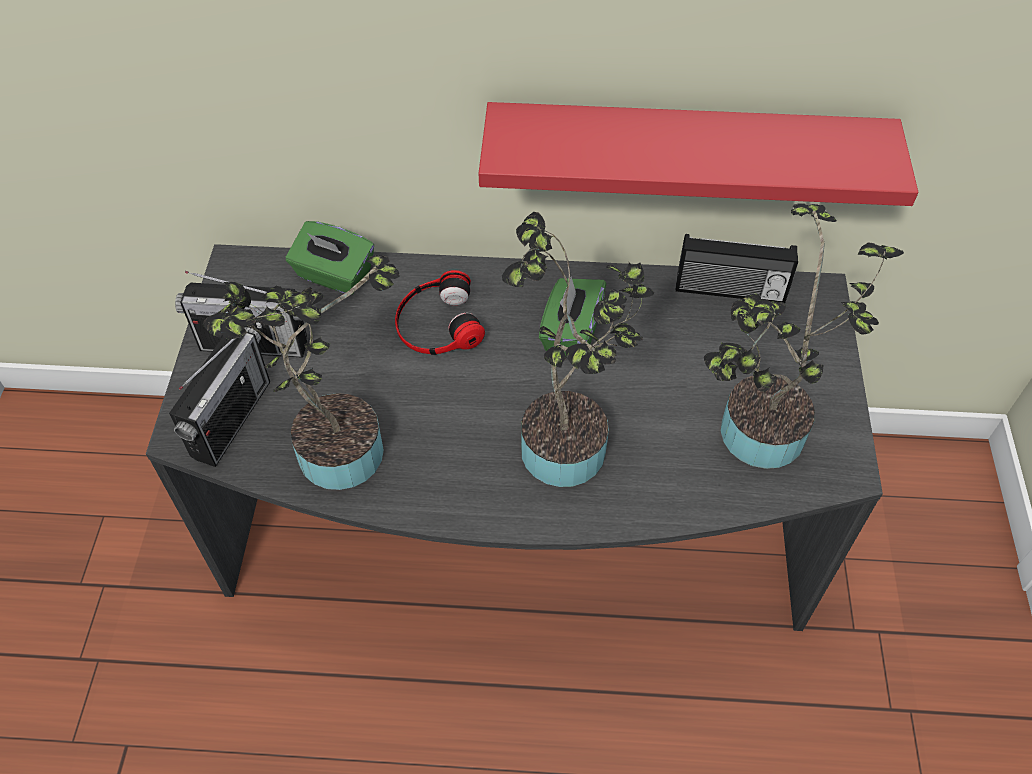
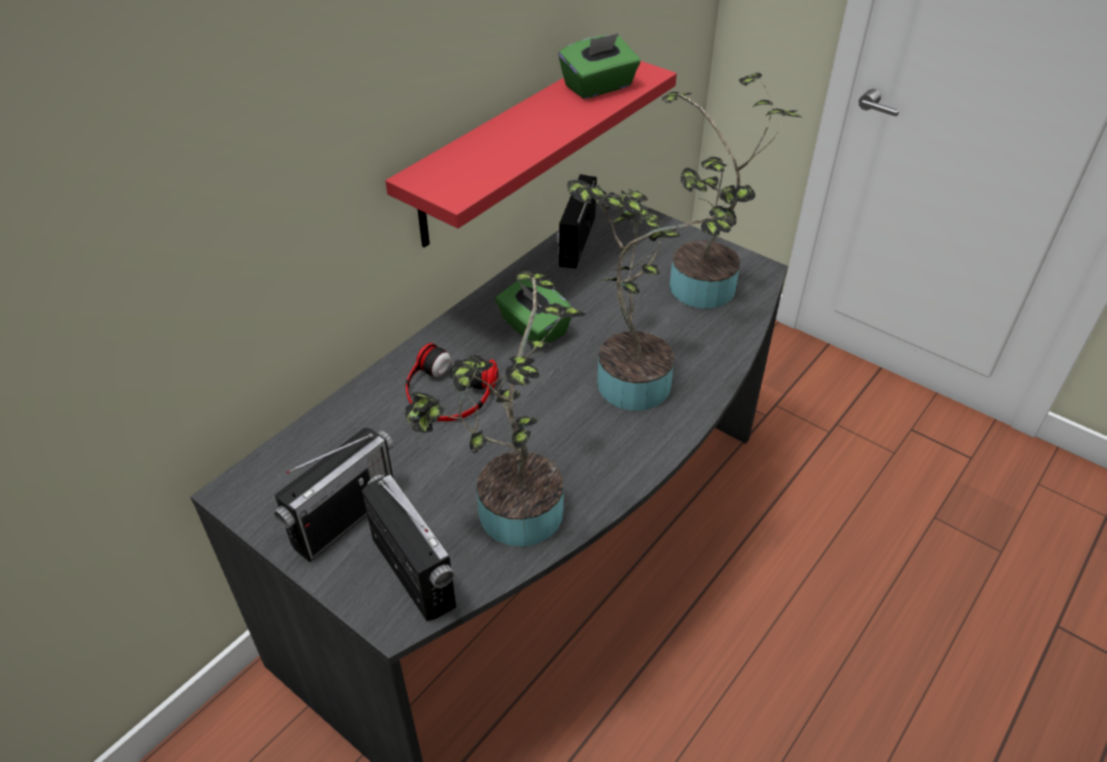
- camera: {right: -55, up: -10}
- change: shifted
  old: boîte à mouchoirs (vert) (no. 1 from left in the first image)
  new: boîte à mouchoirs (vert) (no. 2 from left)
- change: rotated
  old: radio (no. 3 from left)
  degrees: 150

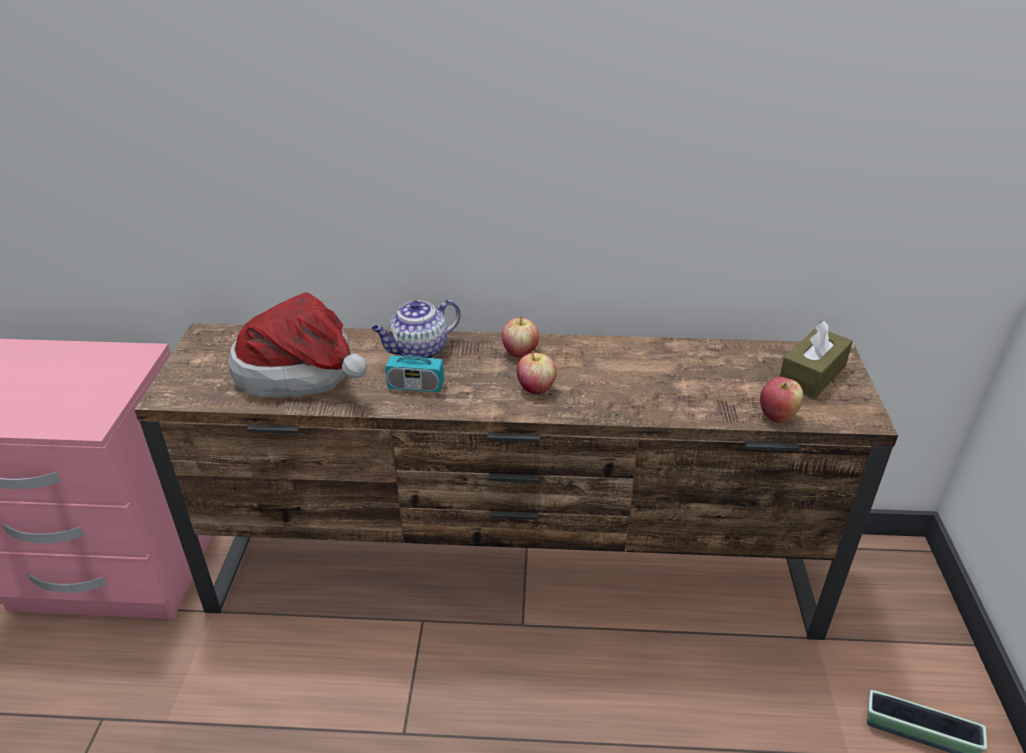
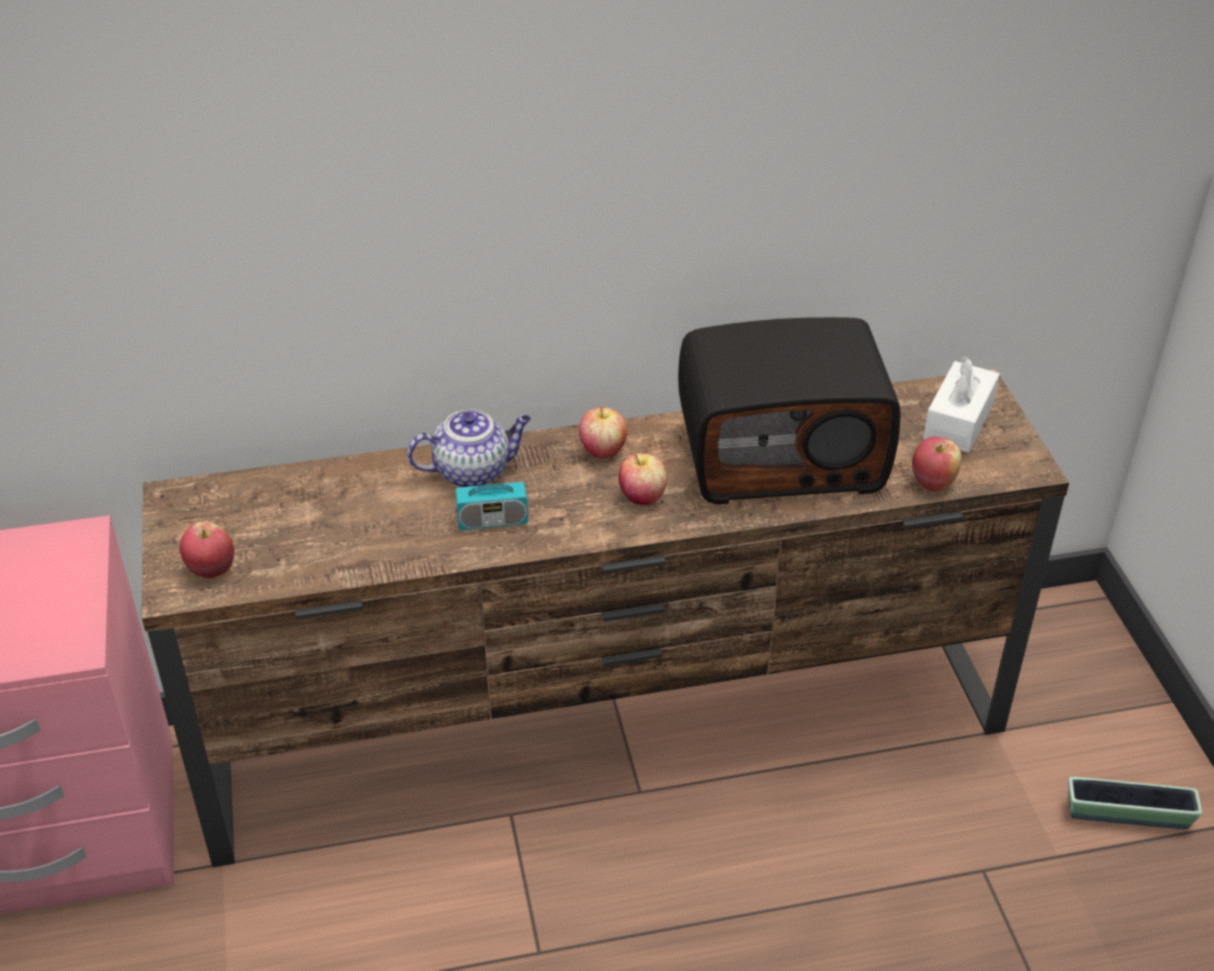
- camera: {right: -15, up: 5}
- change: gone
  old: chapeau
- change: rotated
  old: théière
  degrees: -150
- change: repainted
  old: boîte à mouchoirs (marron)
  new: boîte à mouchoirs (blanc)
- change: new
  new: radio (no. 2 from left)
- change: new
  new: pomme (no. 1 from left)

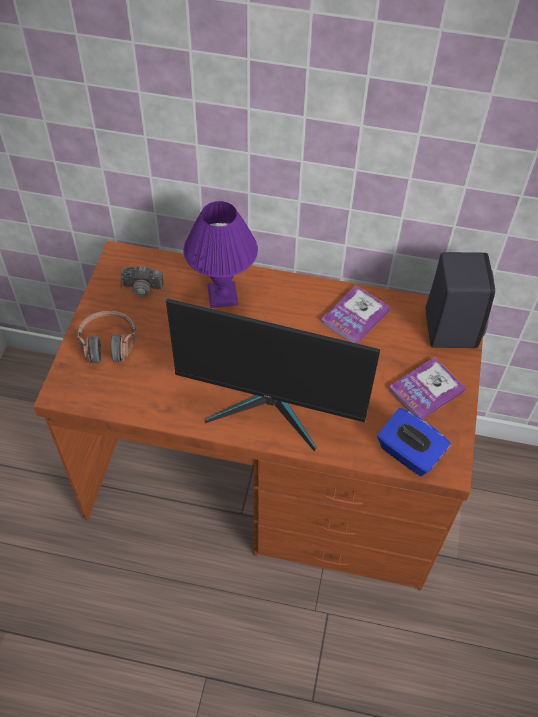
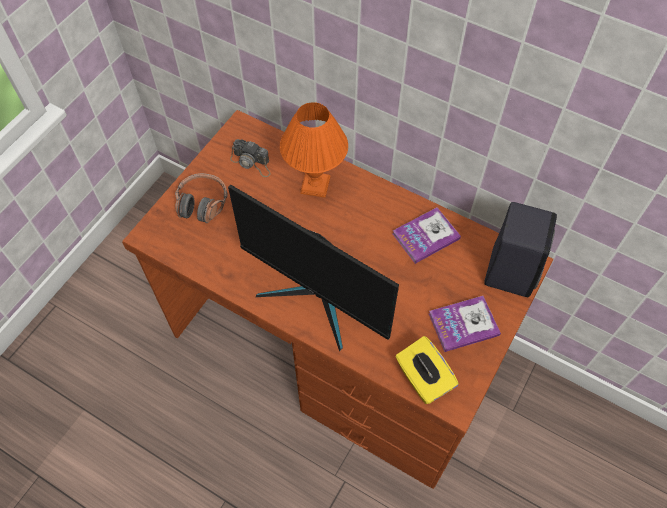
- camera: {right: 20, up: 5}
- change: repainted
  old: lampe de table (violet)
  new: lampe de table (orange)
- change: repainted
  old: boîte à mouchoirs (bleu)
  new: boîte à mouchoirs (jaune)

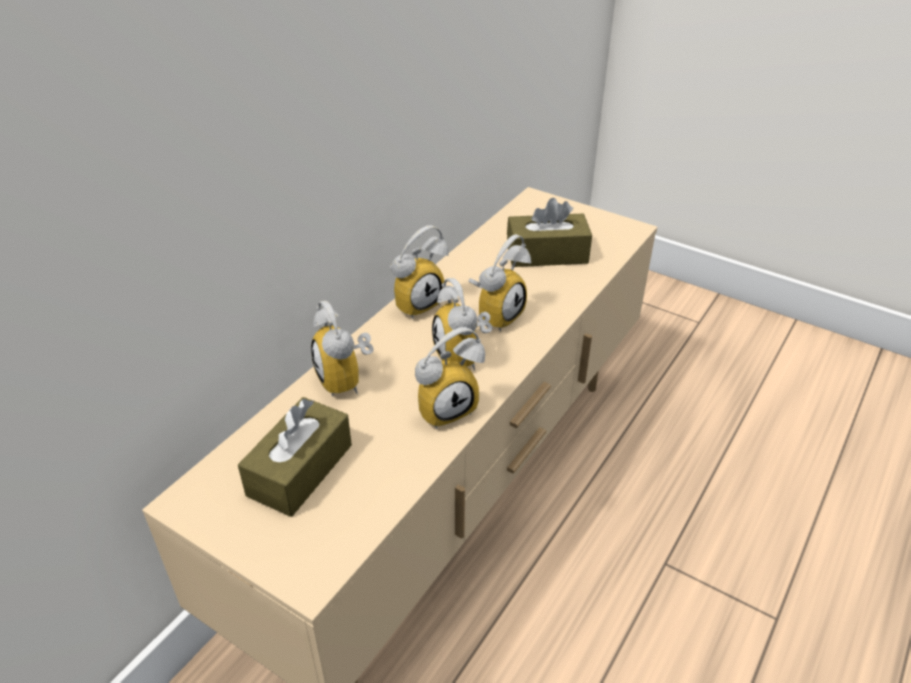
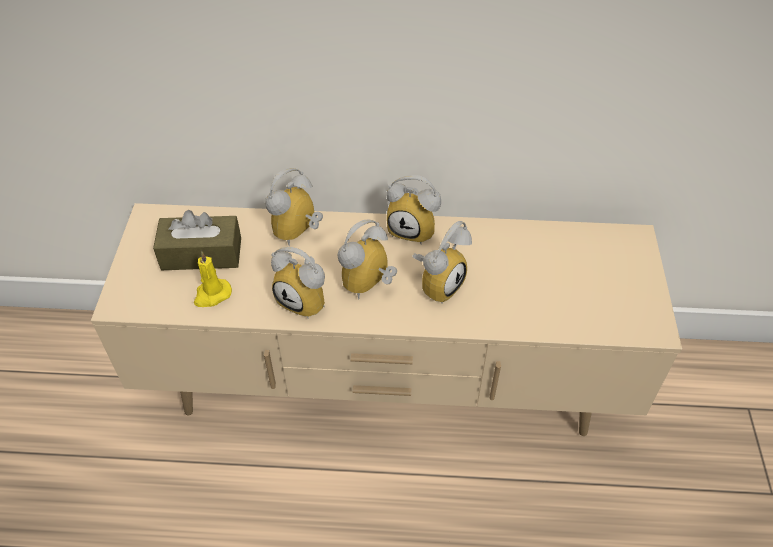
- camera: {right: 60, up: 10}
- change: gone
  old: boîte à mouchoirs (marron) (no. 2 from left)
- change: rotated
  old: réveil (no. 5 from left)
  degrees: -60
- change: new
  new: bougie (jaune)

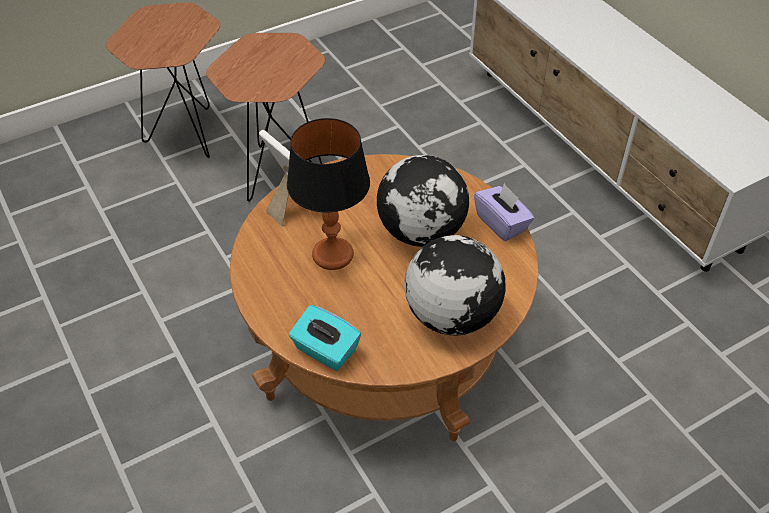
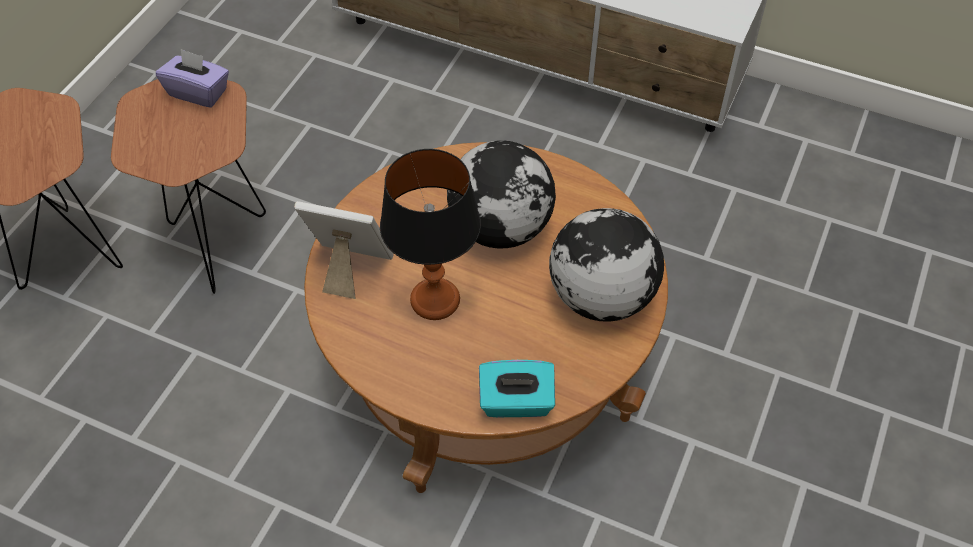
- camera: {right: -35, up: 5}
- change: shifted
  old: boîte à mouchoirs (violet)

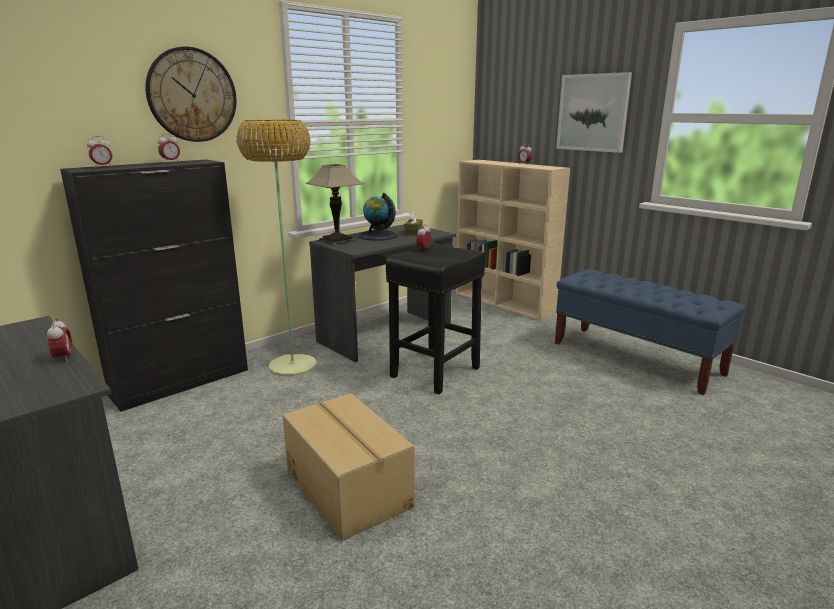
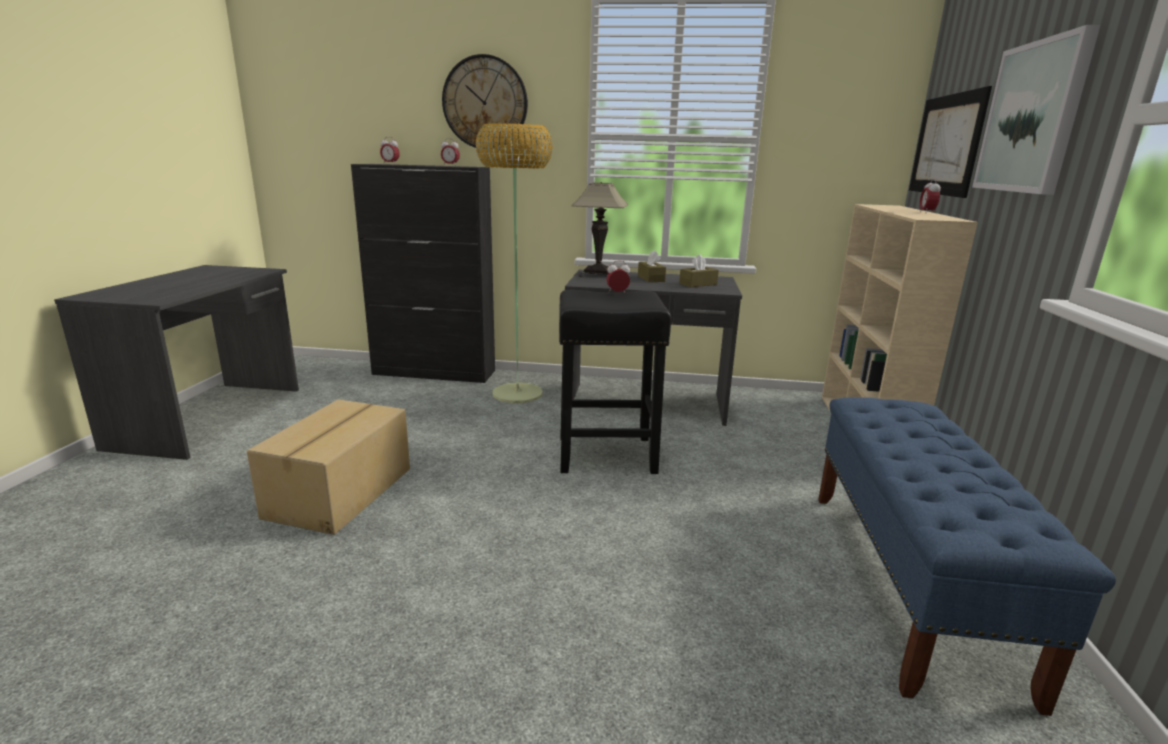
- camera: {right: 50, up: 0}
- change: swapped
  old: globe
  new: boîte à mouchoirs (marron) (no. 1 from left)
- change: gone
  old: réveil (no. 1 from left)
- change: new
  new: tableau (no. 1 from left)

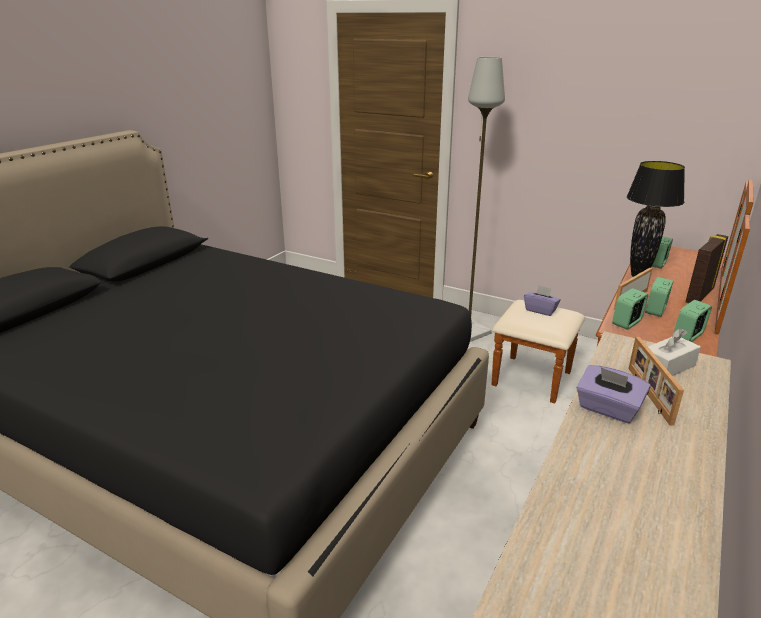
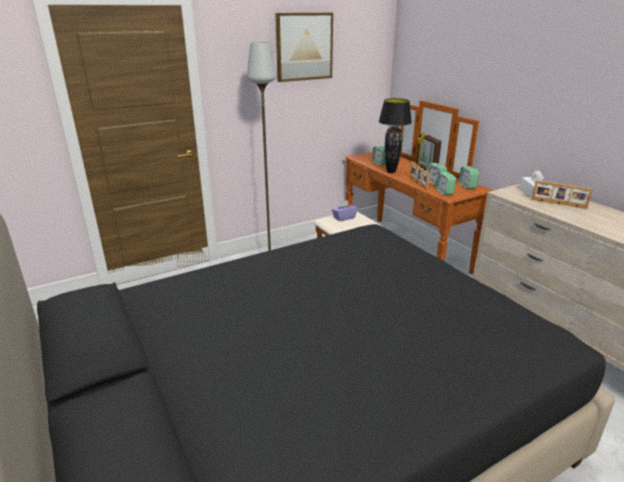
- camera: {right: -60, up: 0}
- change: gone
  old: boîte à mouchoirs (violet) (no. 2 from left)
- change: new
  new: tableau

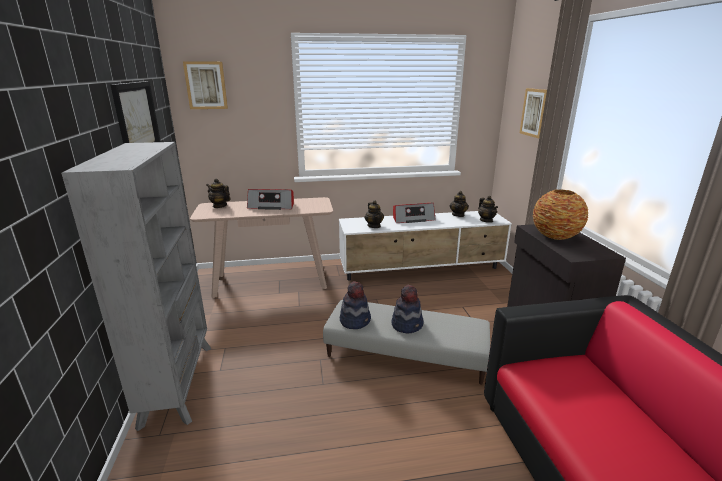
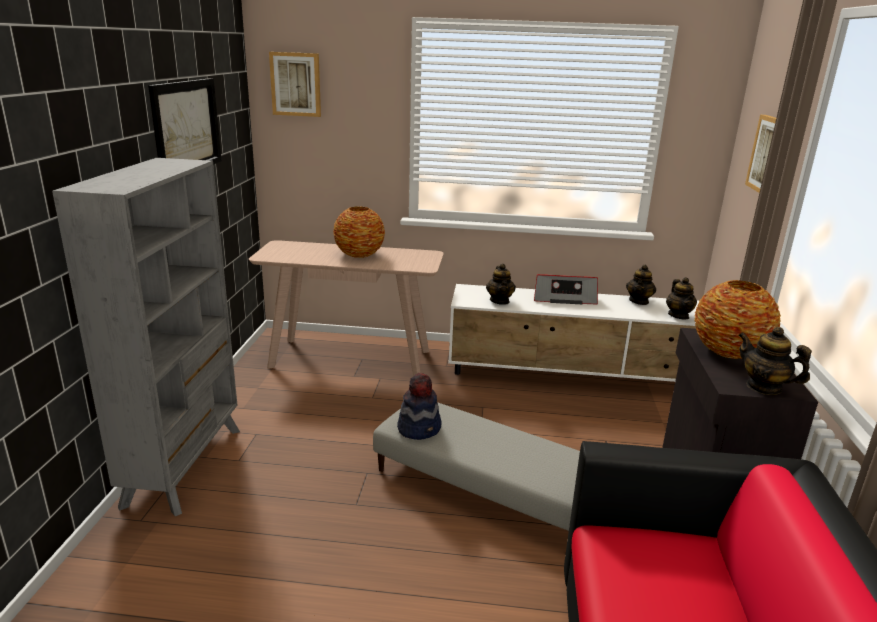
- camera: {right: 15, up: 0}
- change: shifted
  old: théière (no. 1 from left in the first image)
  new: théière (no. 4 from left)
- change: swapped
  old: radio (no. 1 from left)
  new: vase (no. 1 from left)
- change: gone
  old: chapeau (no. 2 from left)

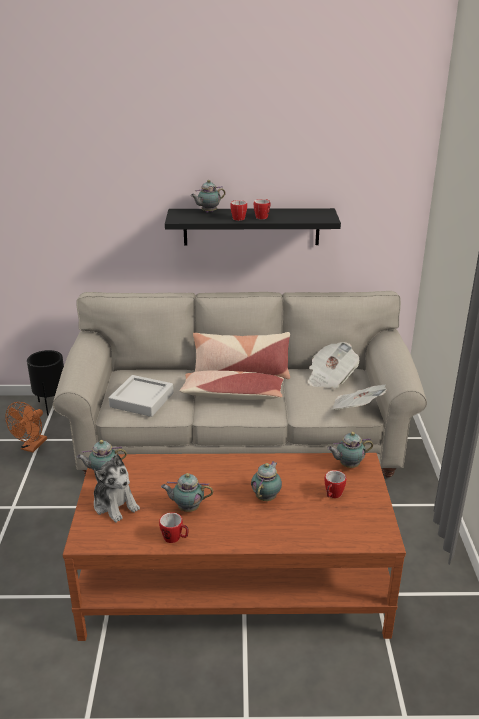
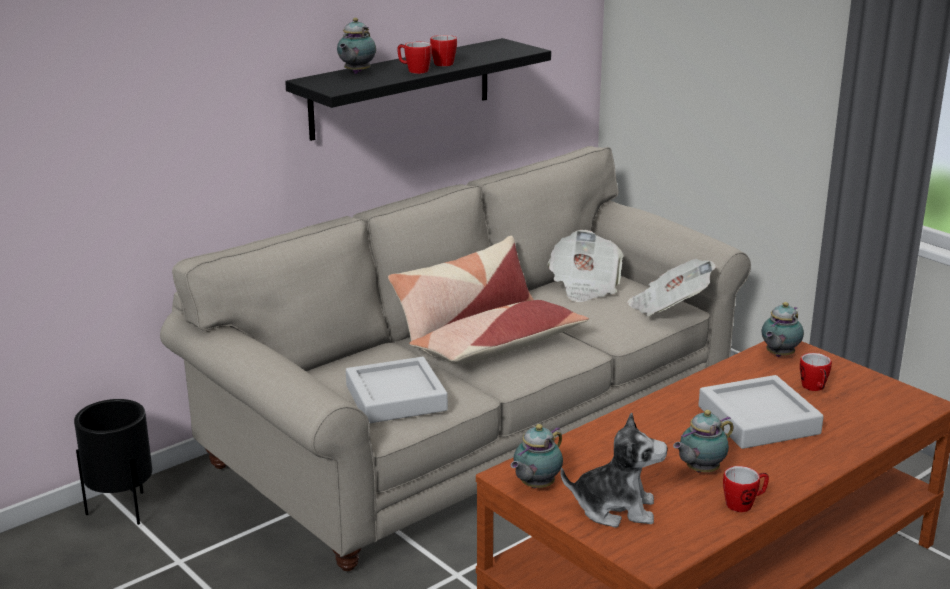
- camera: {right: -40, up: -5}
- change: gone
  old: ventilateur (orange)
- change: swapped
  old: théière (no. 4 from left)
  new: plateau (gris) (no. 2 from left)

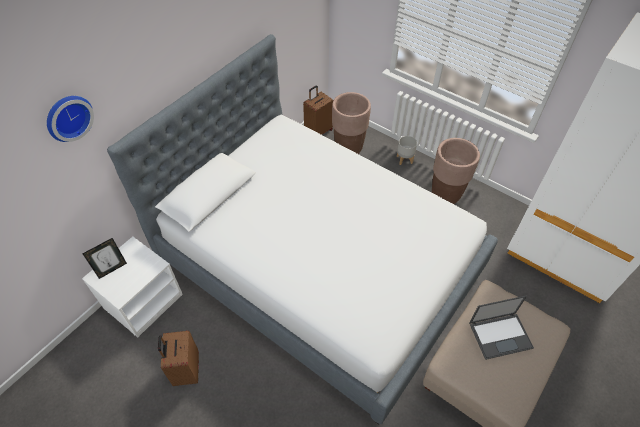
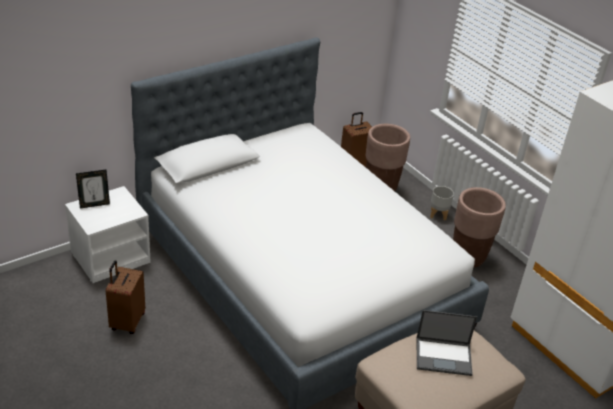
- camera: {right: 15, up: -15}
- change: gone
  old: horloge murale

